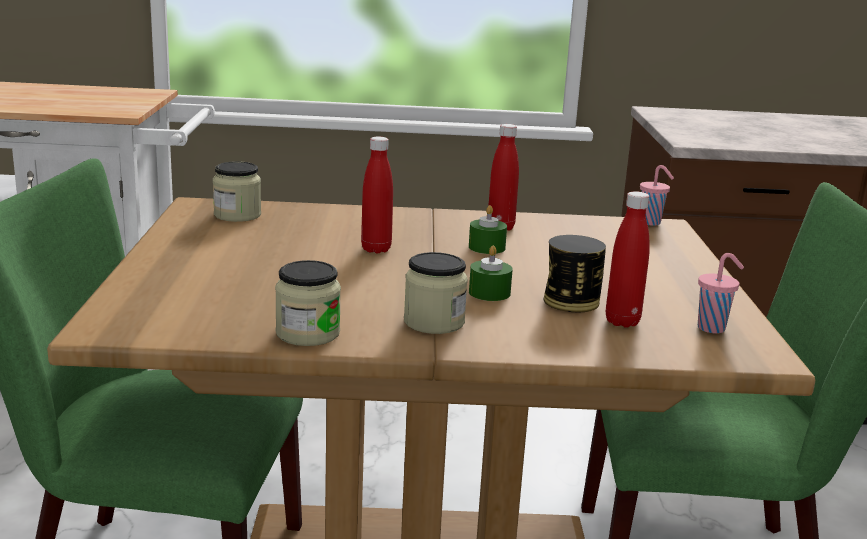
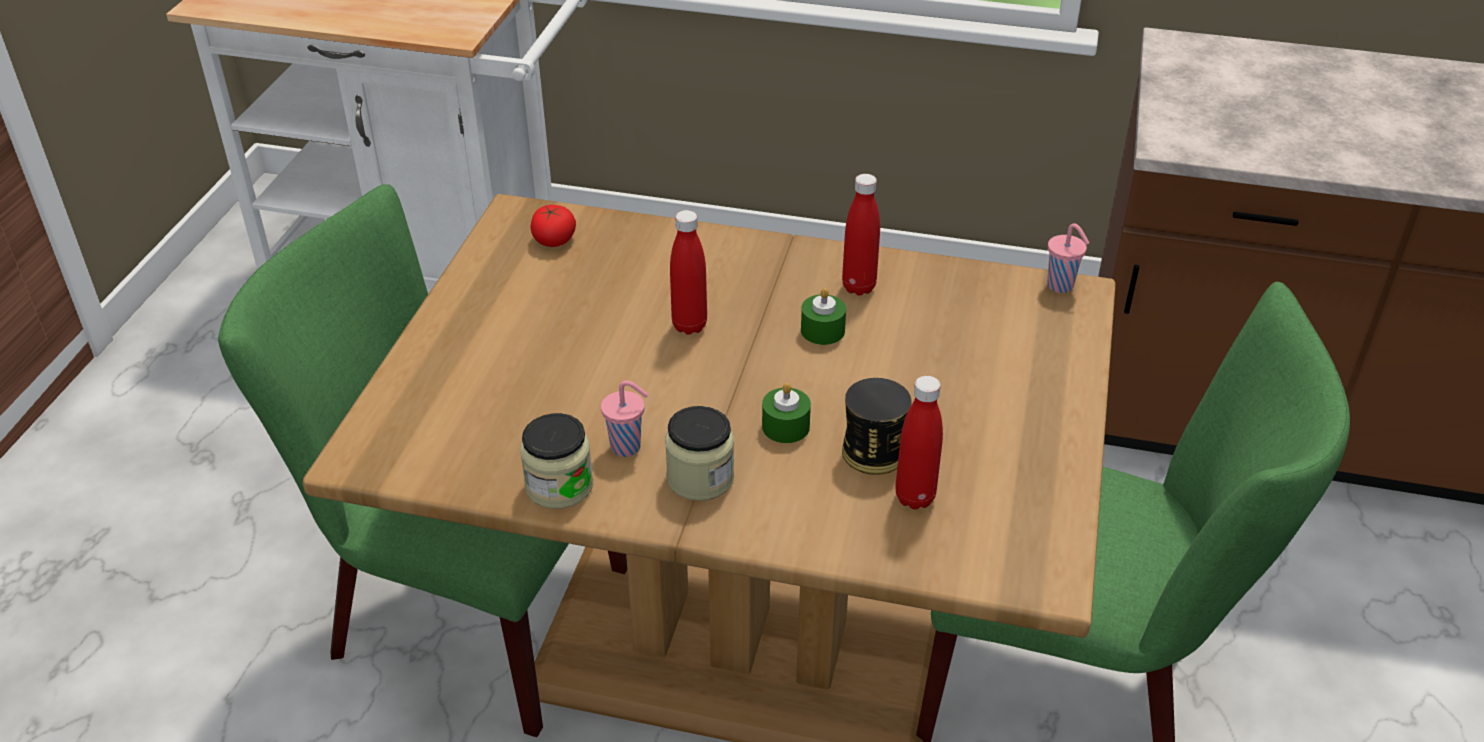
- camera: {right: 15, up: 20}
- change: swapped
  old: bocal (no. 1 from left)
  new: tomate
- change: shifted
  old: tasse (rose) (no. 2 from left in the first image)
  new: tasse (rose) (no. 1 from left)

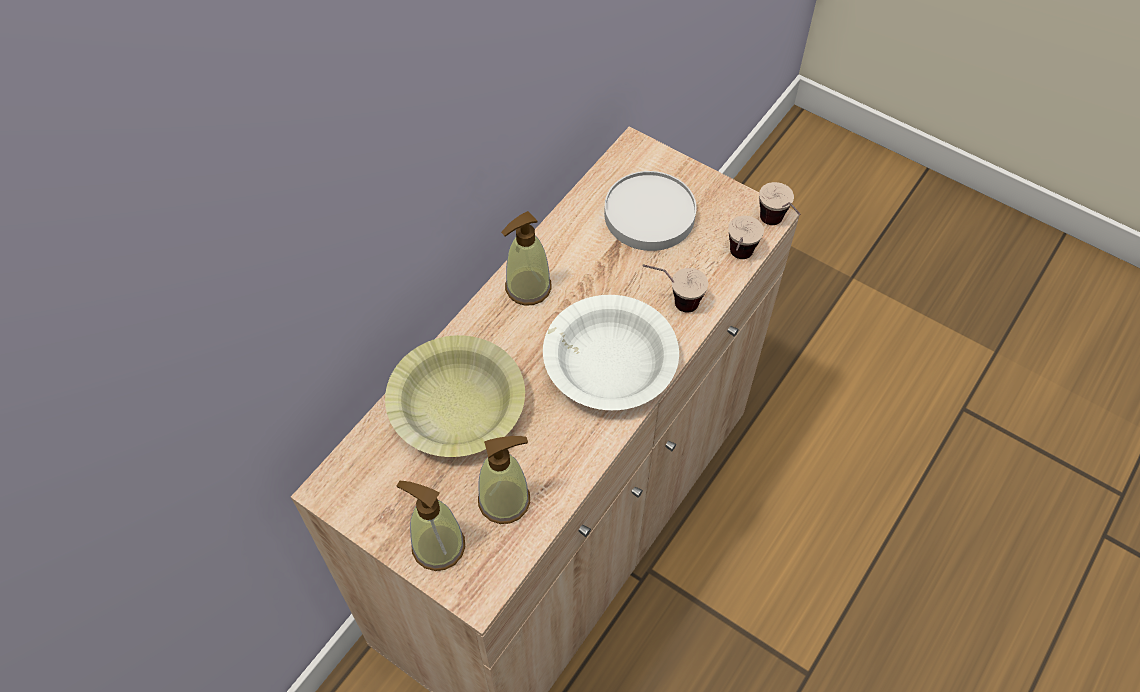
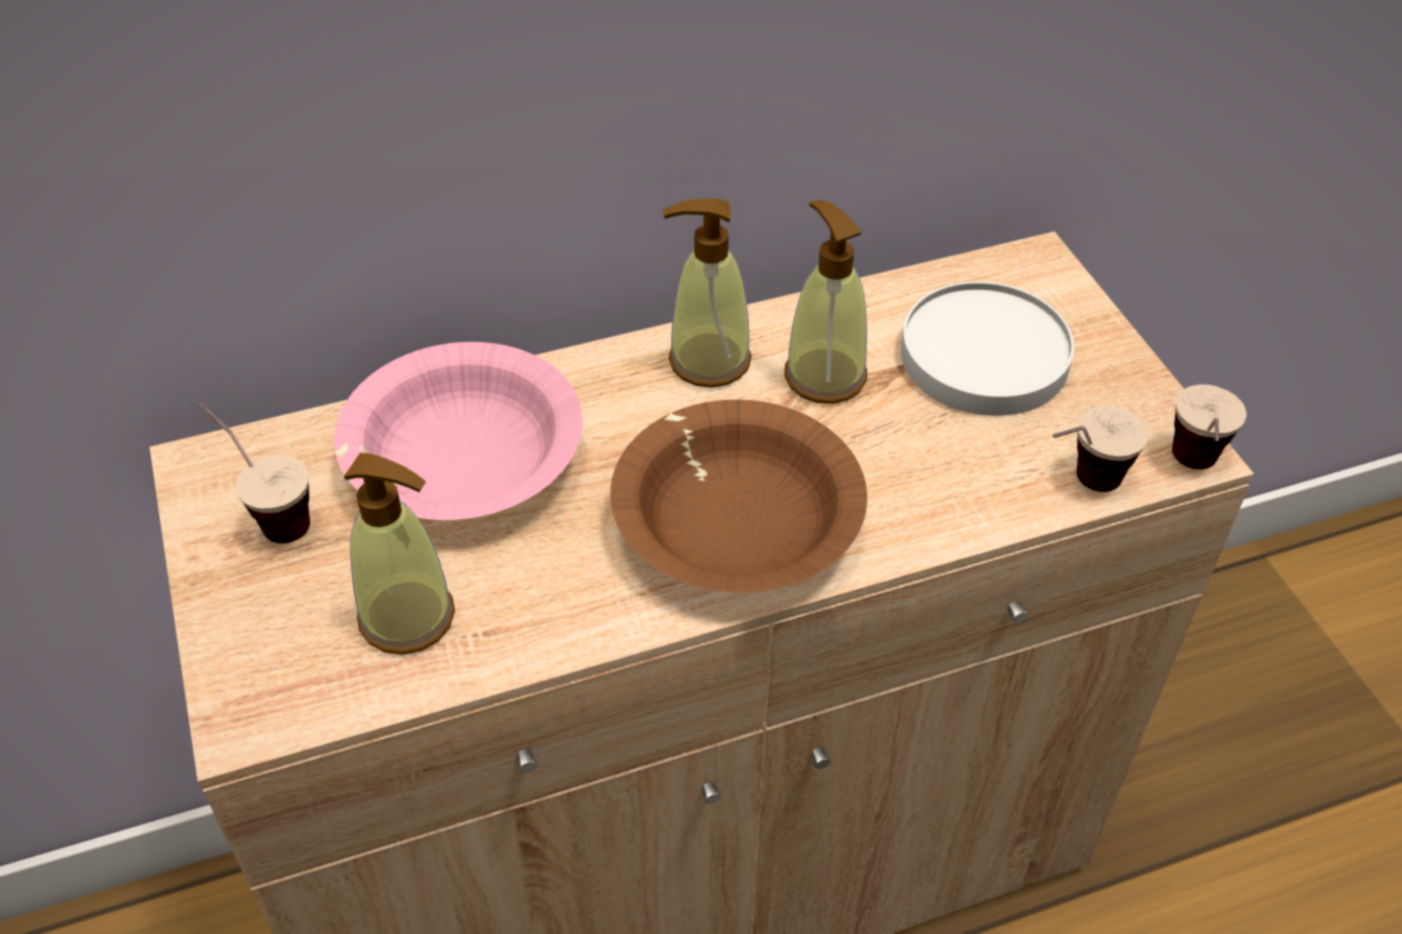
- camera: {right: 35, up: -10}
- change: shifted
  old: tasse (no. 1 from left)
- change: repainted
  old: bol (blanc)
  new: bol (marron)
- change: repainted
  old: bol (jaune)
  new: bol (rose)
- change: shifted
  old: distributeur de savon (no. 1 from left in the first image)
  new: distributeur de savon (no. 3 from left)

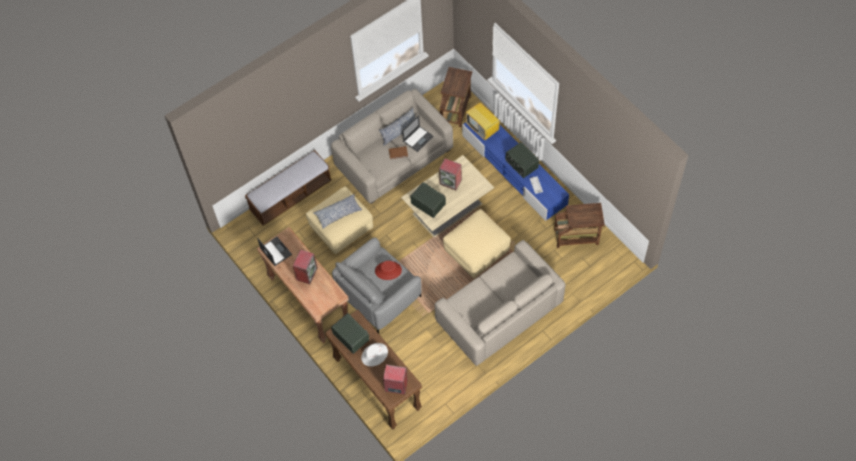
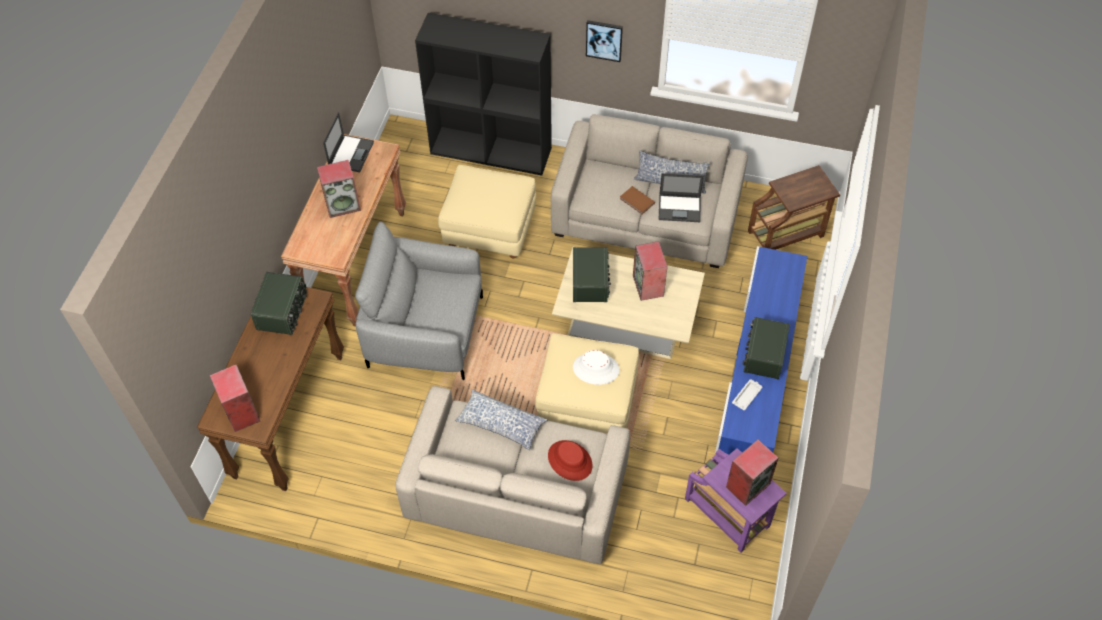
- camera: {right: 50, up: -5}
- change: gone
  old: téléviseur
- change: swapped
  old: banc
  new: bibliothèque (noir)
- change: shifted
  old: coussin (no. 1 from left)
- change: repainted
  old: table d'appoint (marron) (no. 2 from left)
  new: table d'appoint (violet)
- change: shifted
  old: chapeau (rouge)
- change: shifted
  old: chapeau (blanc)
- change: new
  new: tableau
- change: new
  new: enceinte (no. 4 from left)

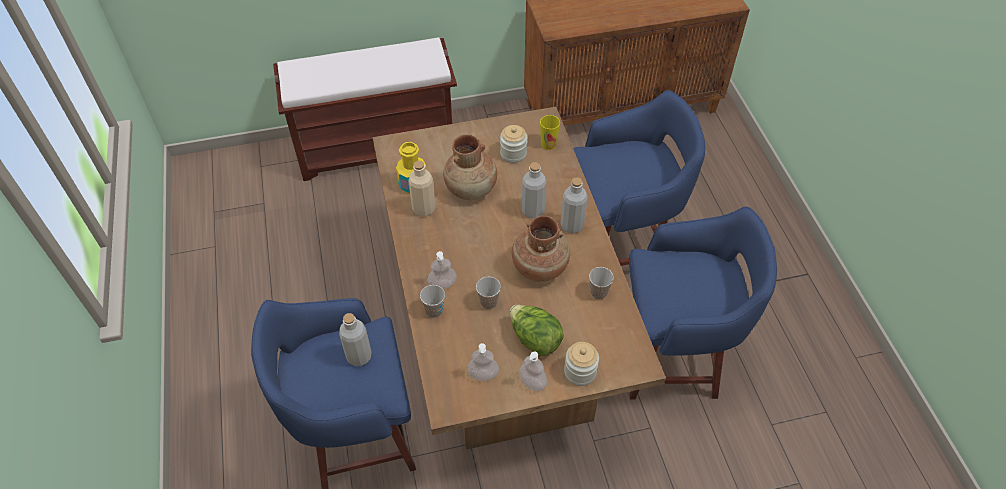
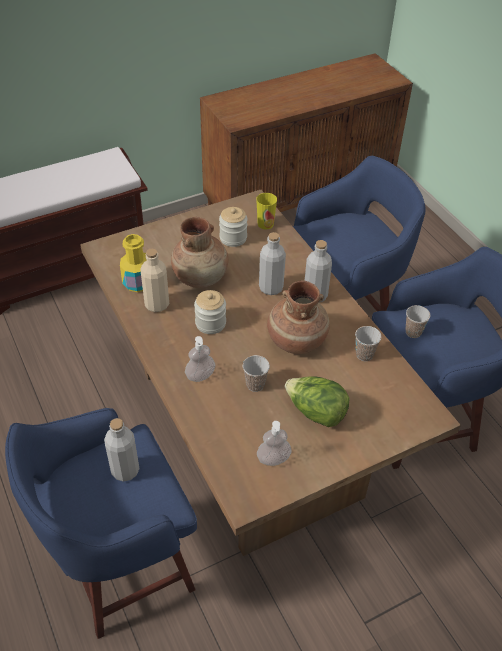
- camera: {right: -15, up: -5}
- change: shifted
  old: tasse (no. 1 from left in the first image)
  new: tasse (no. 4 from left)
- change: shifted
  old: bocal (no. 2 from left in the first image)
  new: bocal (no. 1 from left)
- change: gone
  old: distributeur de savon (no. 3 from left)

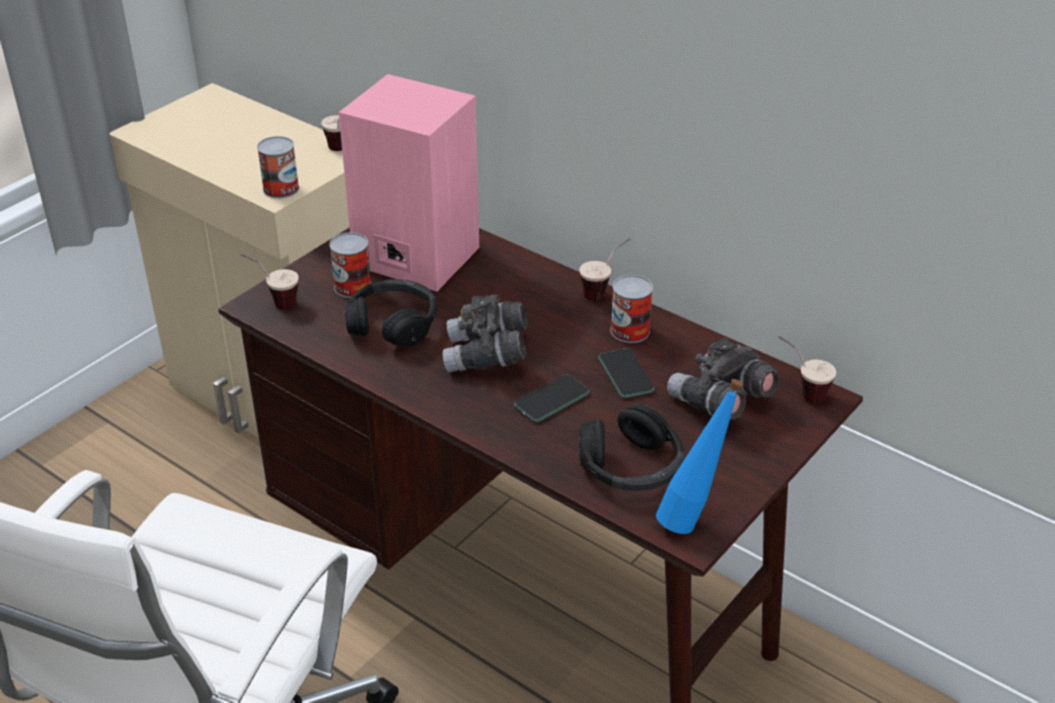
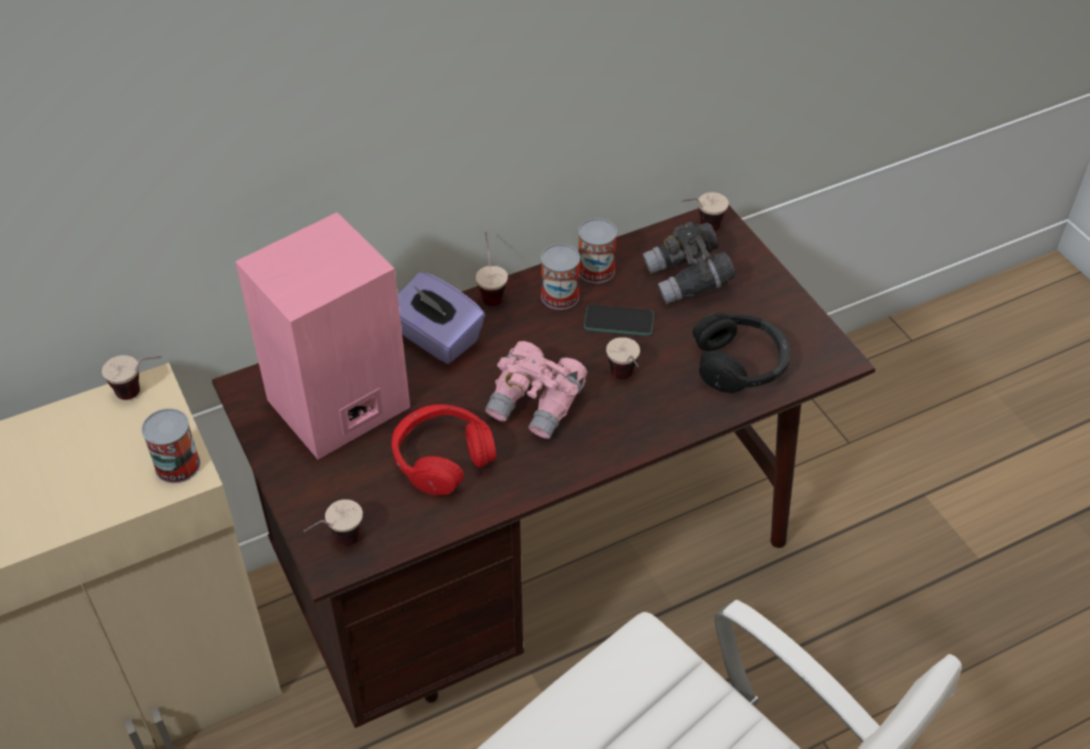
- camera: {right: -65, up: 10}
- change: shifted
  old: boîte métallique (no. 2 from left in the first image)
  new: boîte métallique (no. 3 from left)
- change: repainted
  old: casque audio (noir) (no. 1 from left)
  new: casque audio (rouge)
- change: repainted
  old: jumelles (gris) (no. 1 from left)
  new: jumelles (rose)
- change: swapped
  old: téléphone (no. 1 from left)
  new: tasse (no. 4 from left)
- change: gone
  old: bouteille (bleu)
- change: new
  new: boîte à mouchoirs (violet)

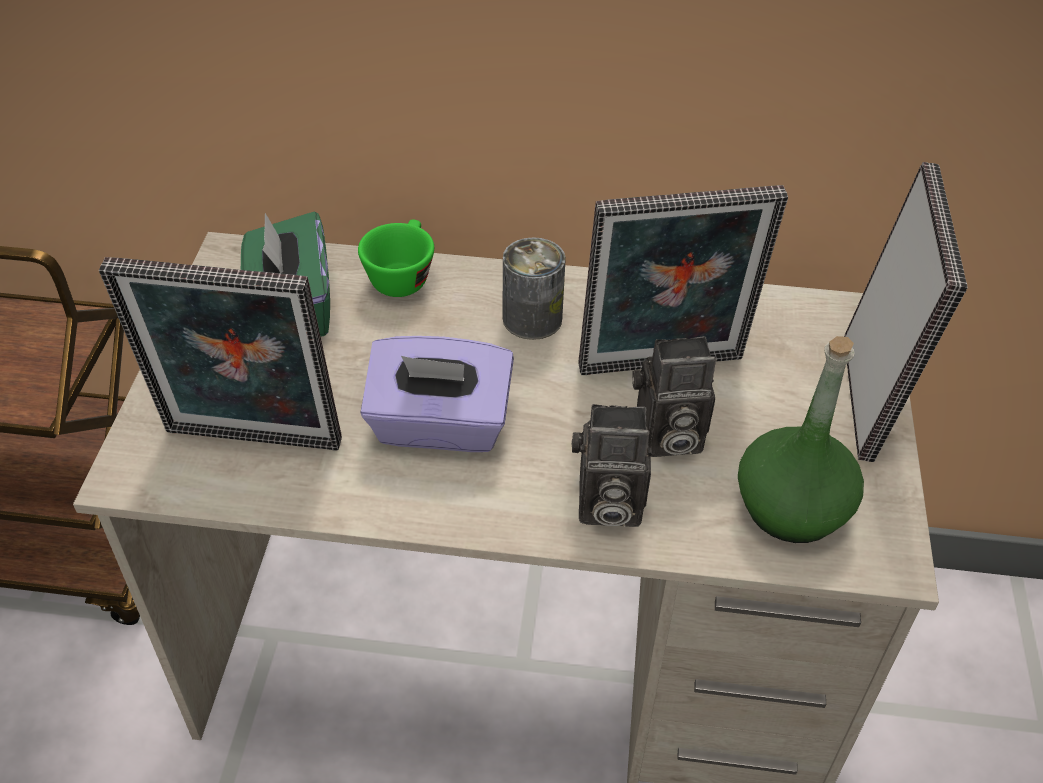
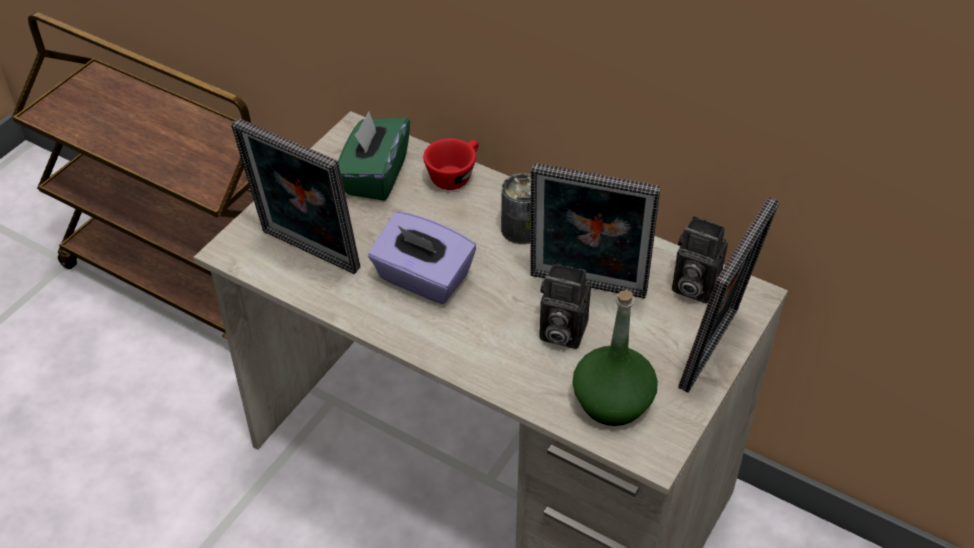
- camera: {right: 25, up: 0}
- change: repainted
  old: tasse (vert)
  new: tasse (rouge)
- change: shifted
  old: appareil photo (no. 1 from left in the first image)
  new: appareil photo (no. 2 from left)

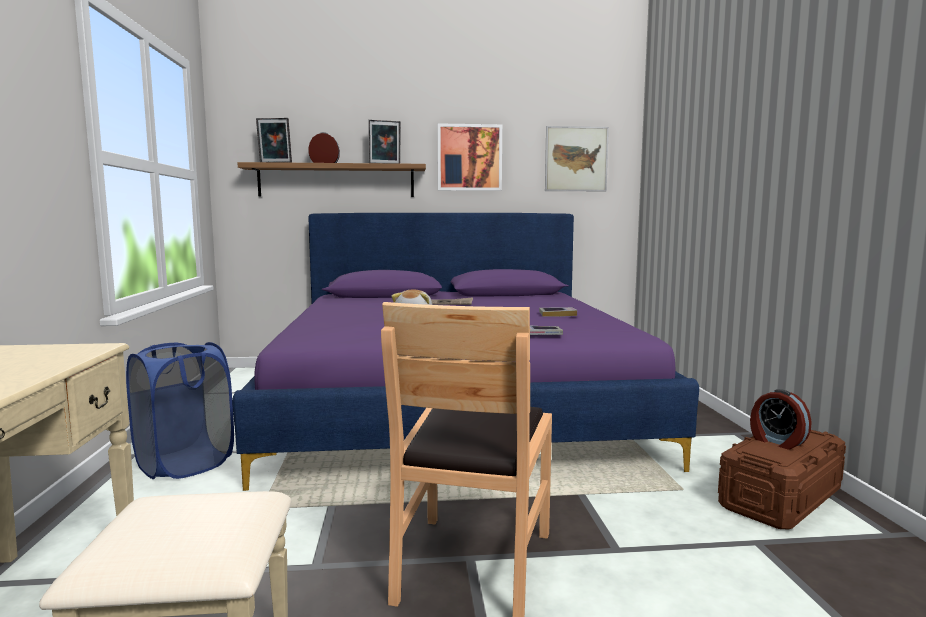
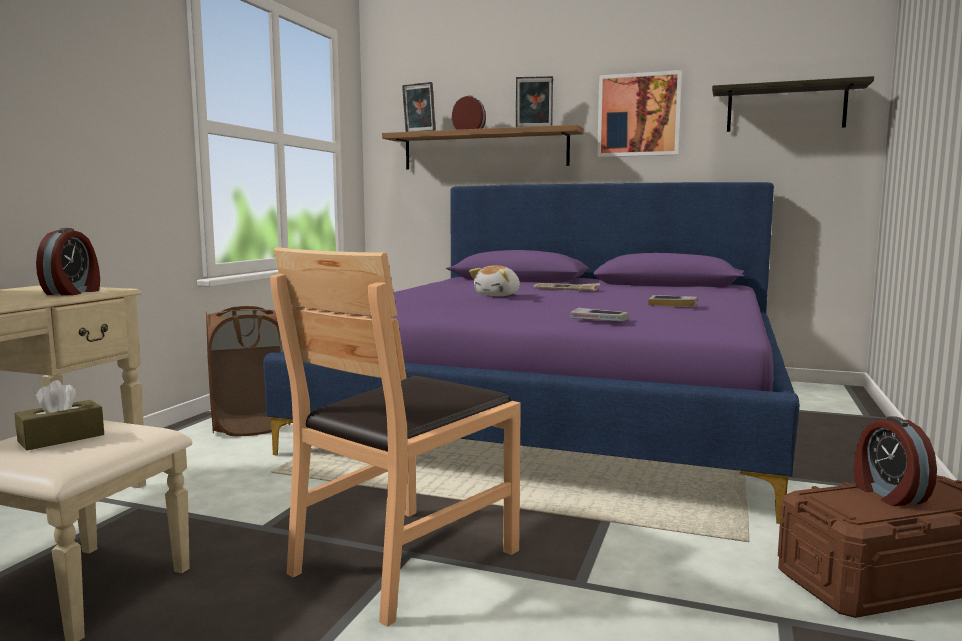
- camera: {right: 25, up: 0}
- change: swapped
  old: tableau (no. 2 from left)
  new: étagère (no. 2 from left)
- change: repainted
  old: panier à linge (bleu)
  new: panier à linge (marron)
- change: new
  new: réveil (no. 1 from left)
- change: new
  new: boîte à mouchoirs (marron)

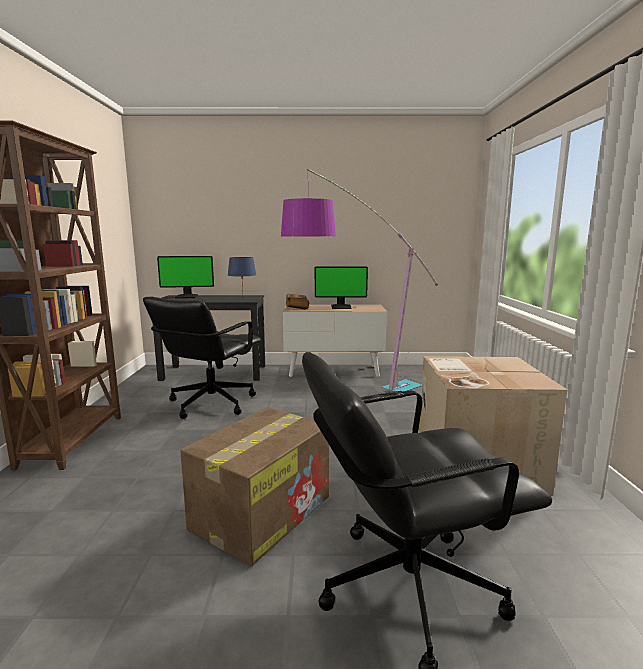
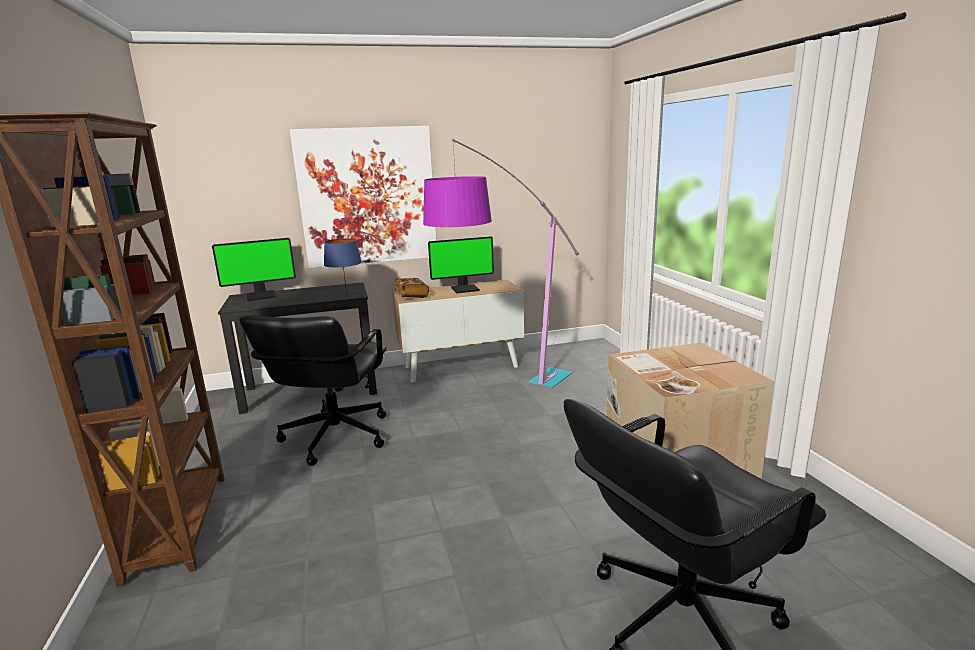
- camera: {right: -15, up: 5}
- change: gone
  old: carton (no. 1 from left)
- change: new
  new: tableau

